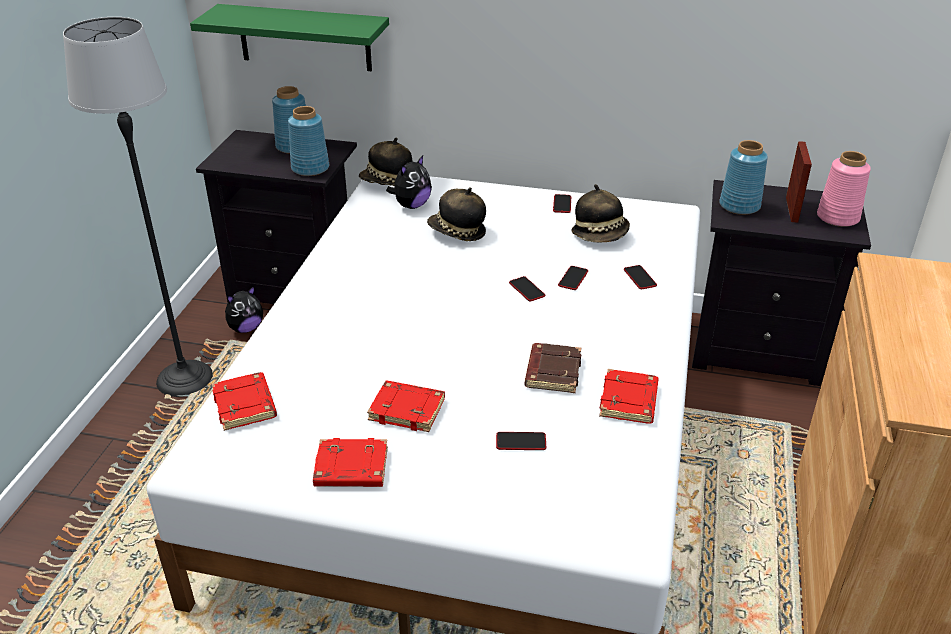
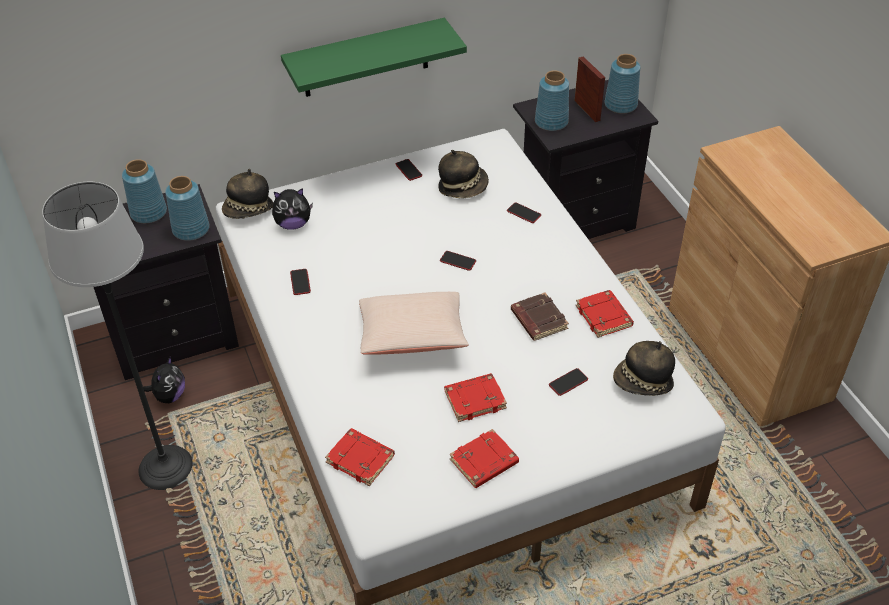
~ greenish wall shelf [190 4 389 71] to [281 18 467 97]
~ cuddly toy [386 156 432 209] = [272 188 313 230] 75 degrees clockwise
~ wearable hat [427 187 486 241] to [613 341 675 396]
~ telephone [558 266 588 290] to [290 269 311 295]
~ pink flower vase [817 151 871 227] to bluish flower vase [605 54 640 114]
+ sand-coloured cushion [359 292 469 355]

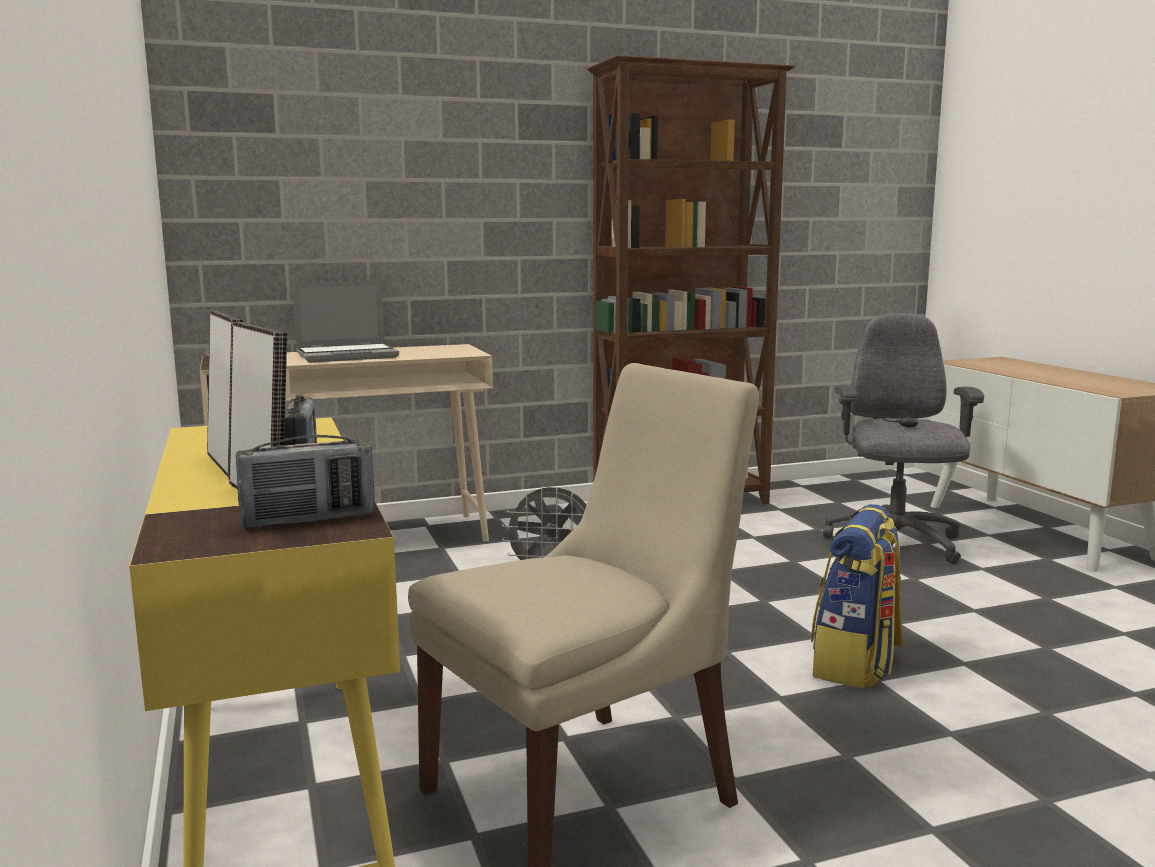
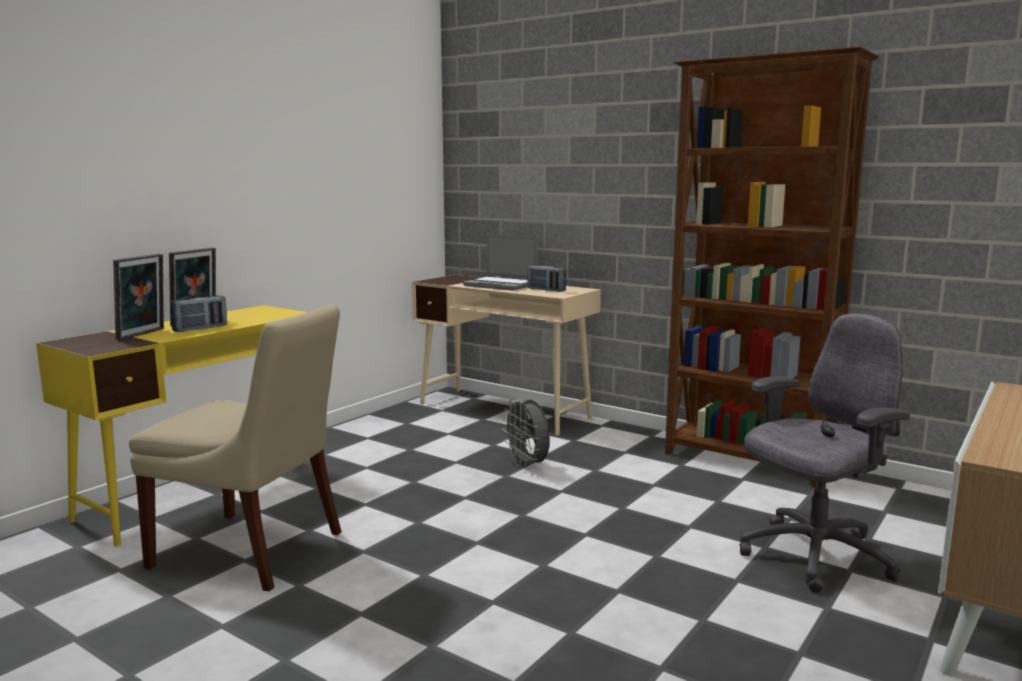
~ radio [236 435 374 528] to [527 263 567 292]
- backpack [811 504 903 689]

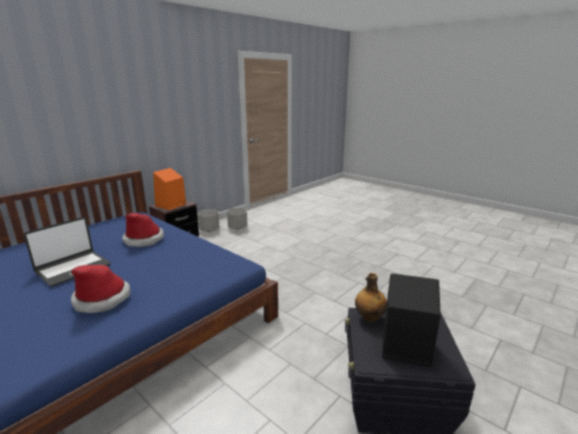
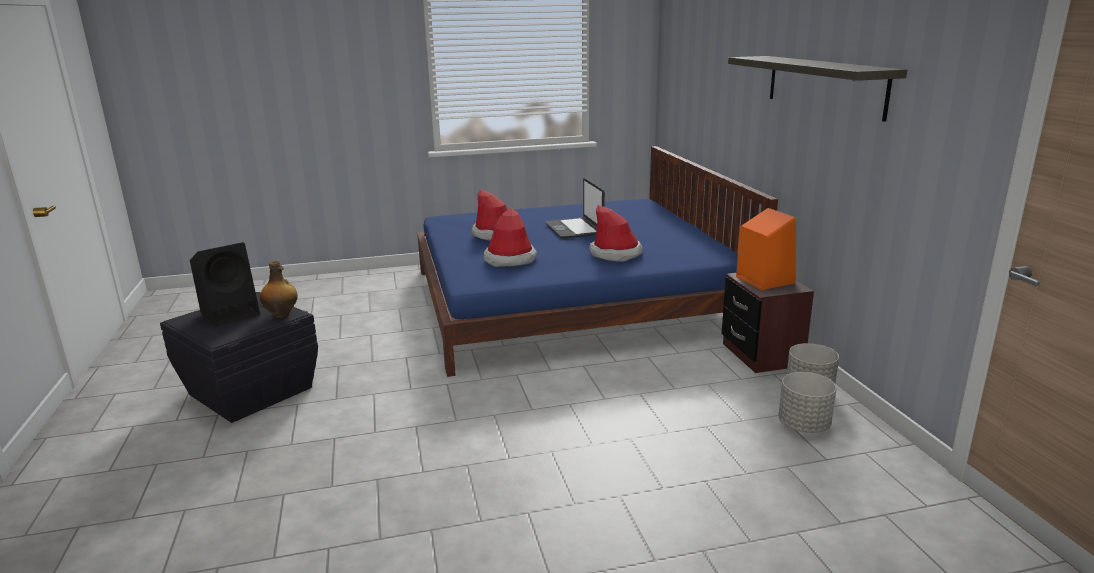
+ wearable hat [484 208 537 267]
+ wall shelf [728 56 907 122]

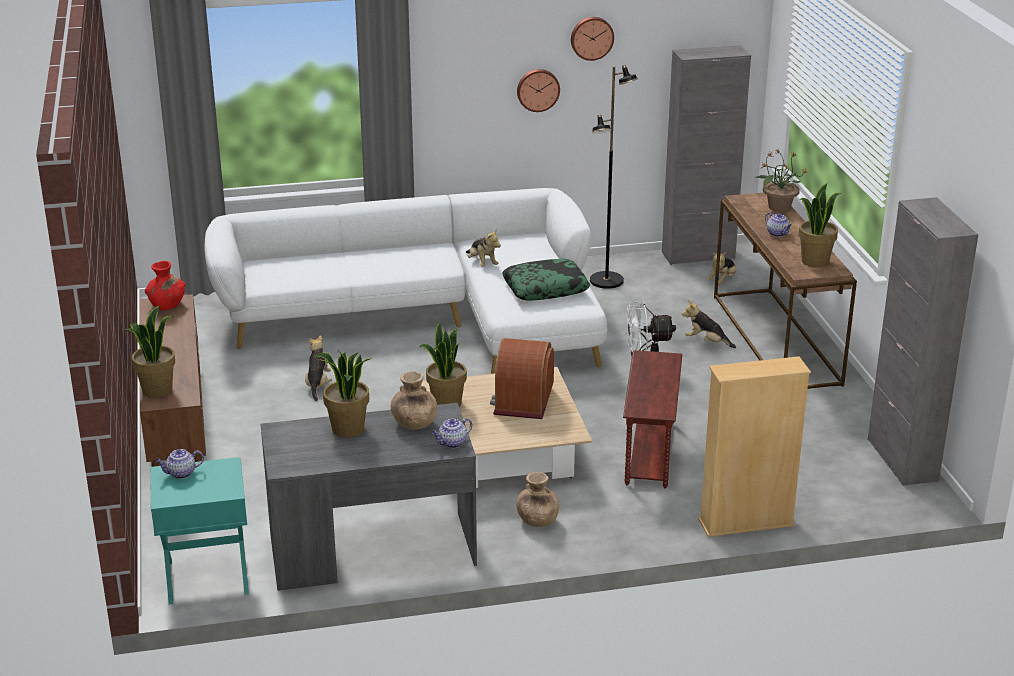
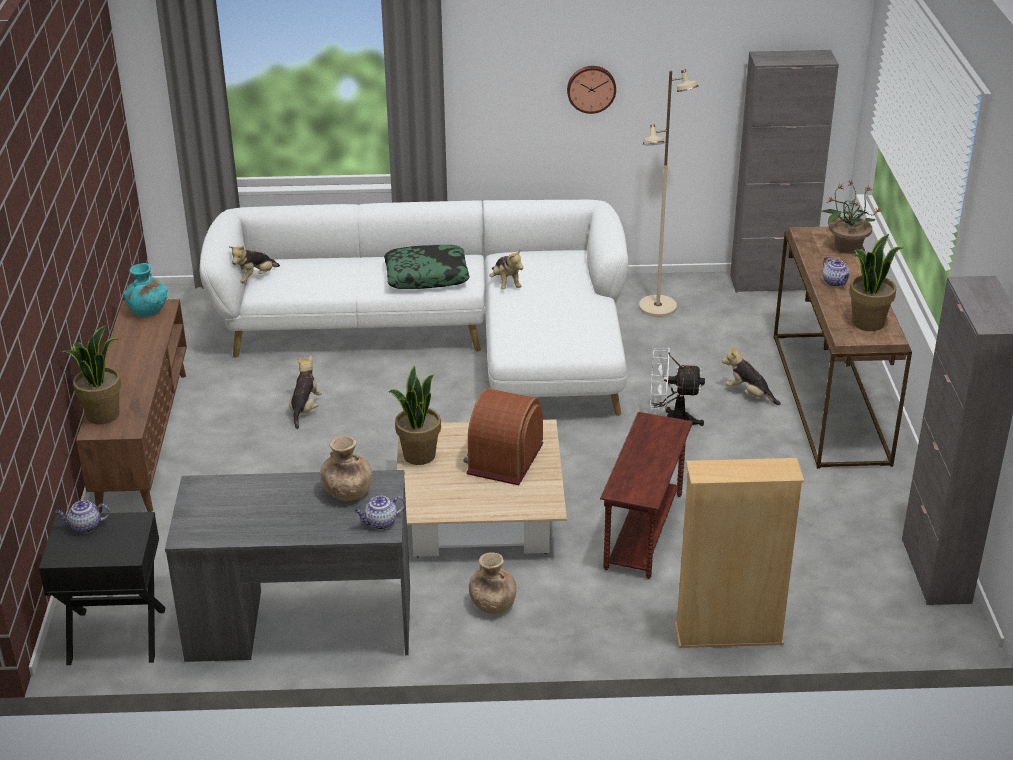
~ red flower vase [145 261 186 310] to turquoise flower vase [123 263 168 317]
~ turquoise nightstand [150 457 249 604] to black nightstand [39 512 166 665]
- potted plant [315 351 370 438]
~ cushion [502 259 590 301] to [384 245 470 289]
- wall clock [571 17 614 61]
~ black standard lamp [590 65 638 289] to sand-coloured standard lamp [639 69 698 317]
~ cuddly toy [707 252 737 284] to [229 246 280 283]

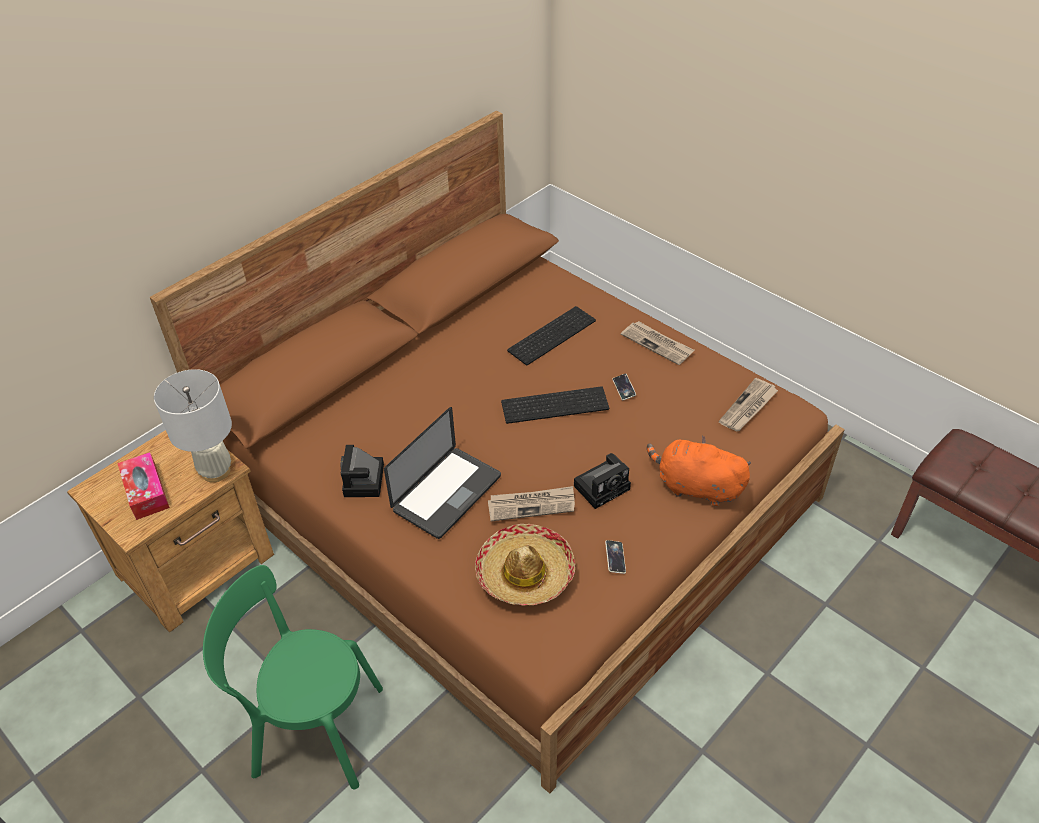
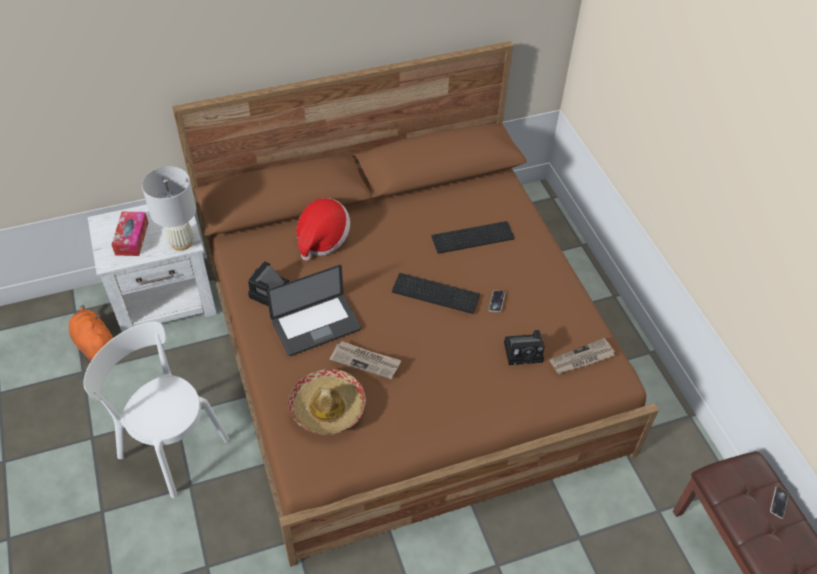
~ brownish nightstand [67 430 274 633] to white nightstand [88 204 217 332]
~ greenish plain chair [203 565 383 790] to white plain chair [83 321 230 498]
~ still camera [574 453 631 509] to [504 330 545 365]
~ telephone [605 540 626 574] to [770 487 789 519]
- newspaper [621 321 694 365]
~ orange cuddly toy [647 436 751 506] to [69 305 113 361]
+ wearable hat [296 198 350 261]

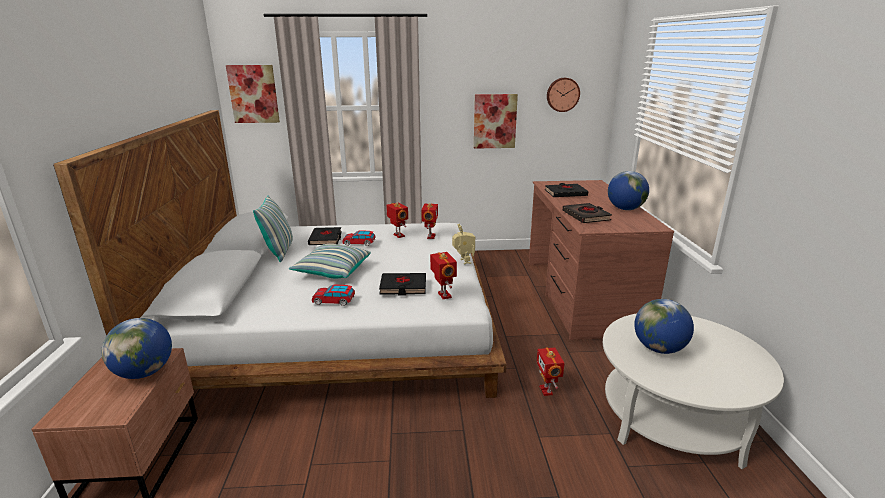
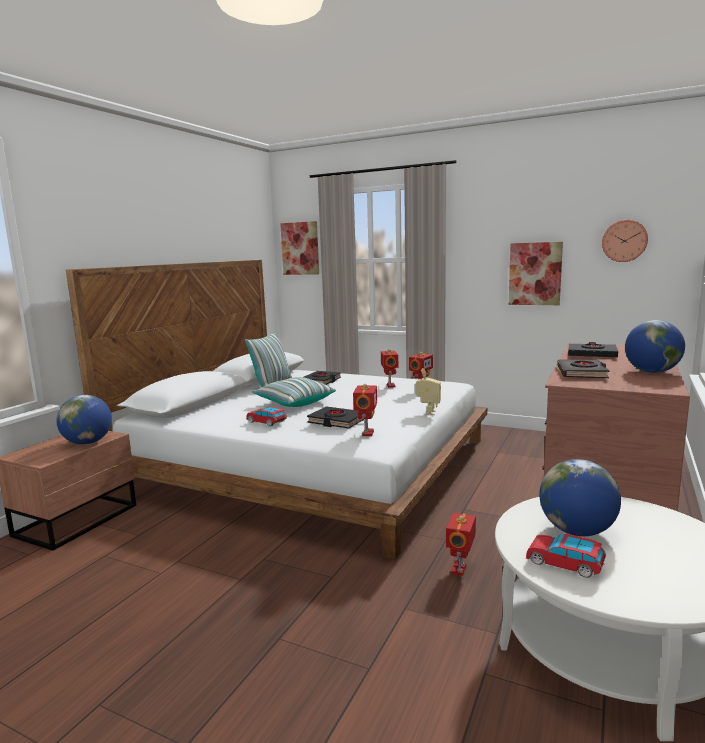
~ miniature car [343 231 376 246] to [526 534 606 578]

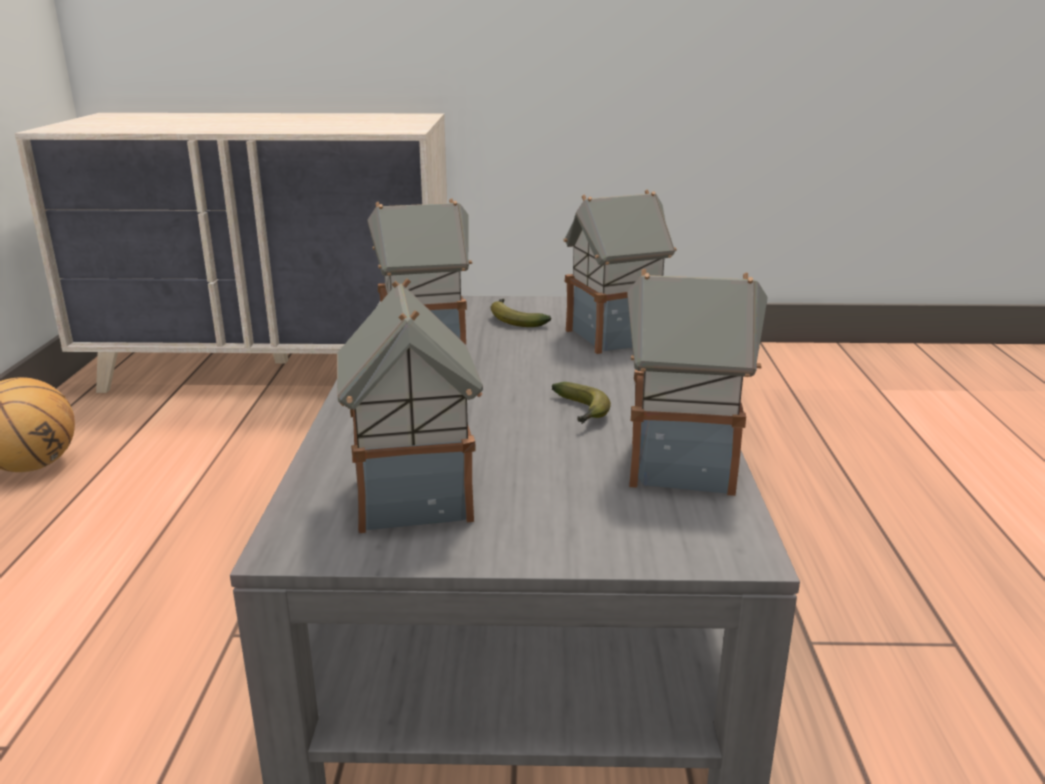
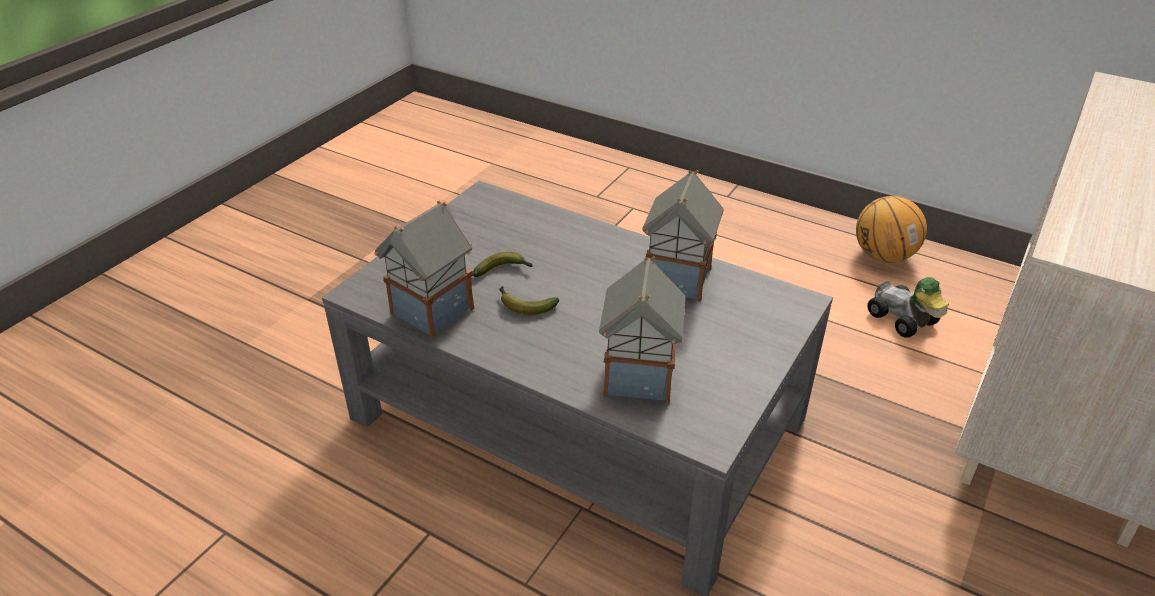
- miniature house [337 278 483 533]
~ whole banana [491 299 551 327] to [473 252 533 277]
+ miniature car [867 277 949 337]

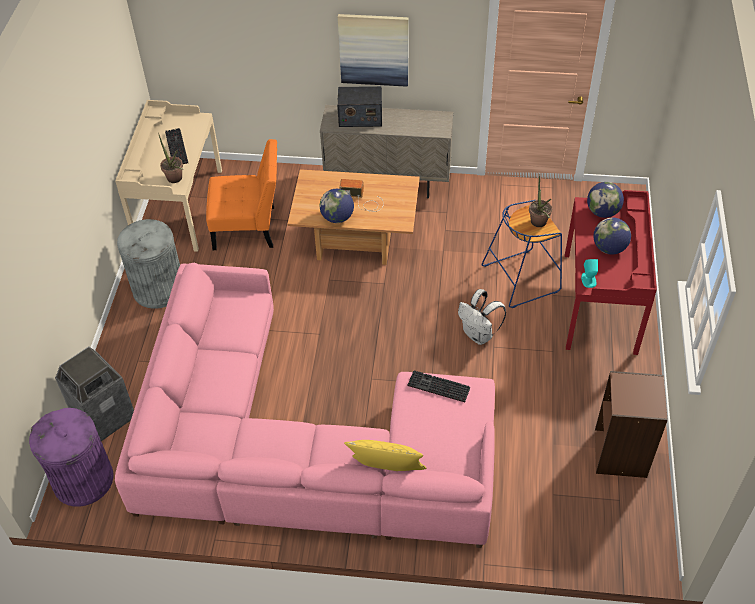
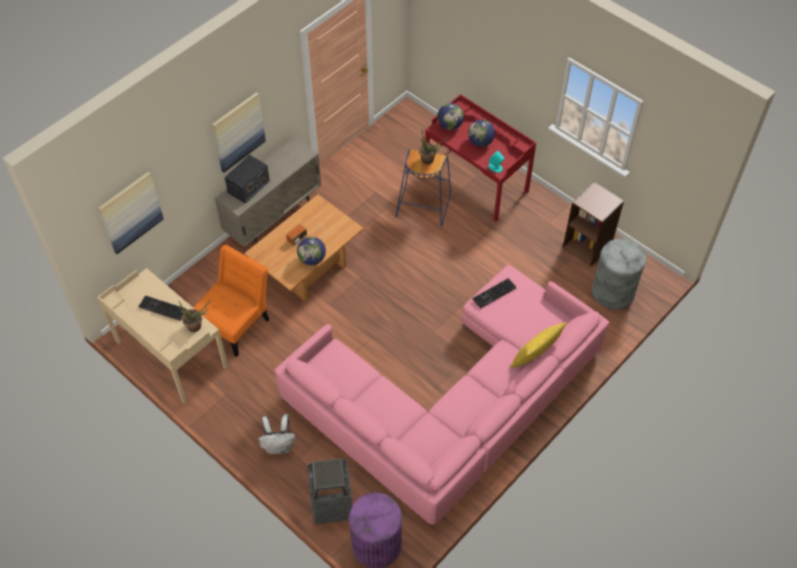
~ gray trash can [117 219 180 309] to [592 239 646 309]
~ white backpack [458 289 506 345] to [259 414 296 454]
+ wall picture [98 172 164 254]

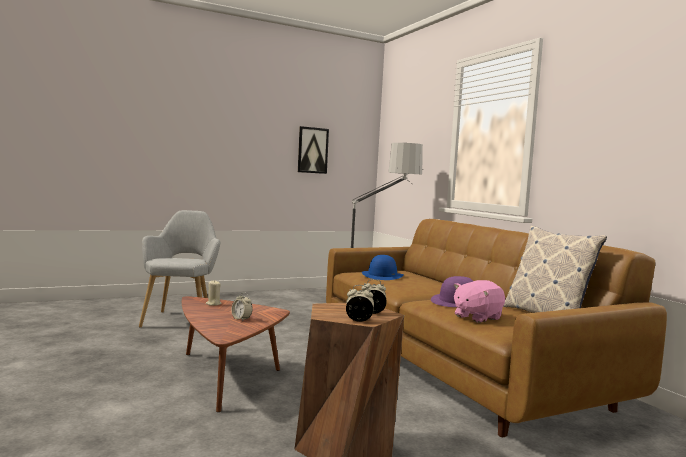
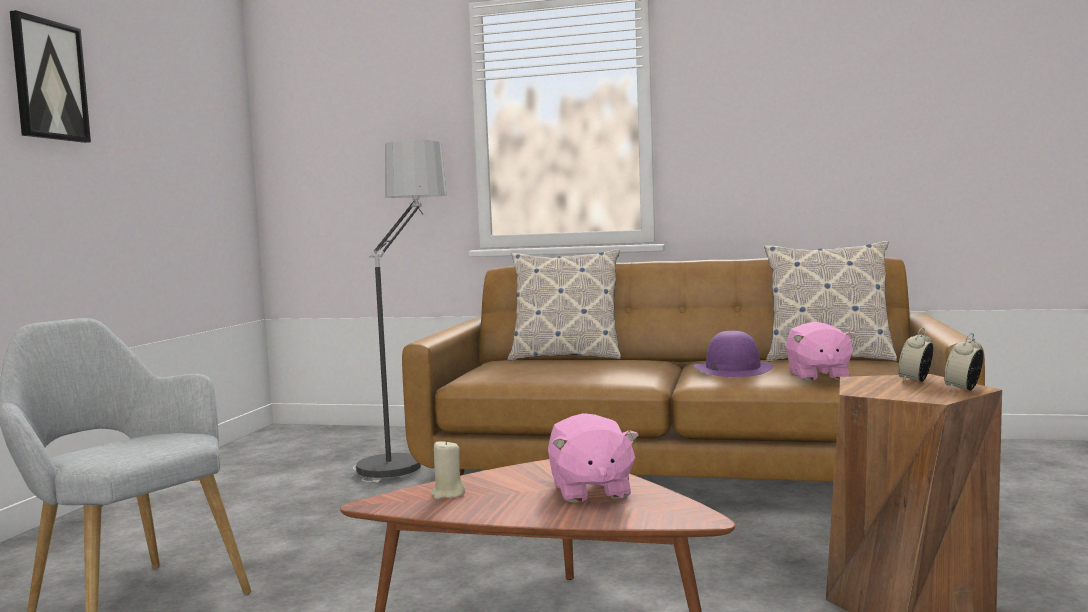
~ table clock [231 292 252 321] to pink cuddly toy [548 413 639 503]
~ wall picture [298 126 329 174] to [10 10 91 143]
- bluish wearable hat [362 255 404 280]
+ cushion [507 249 621 361]

